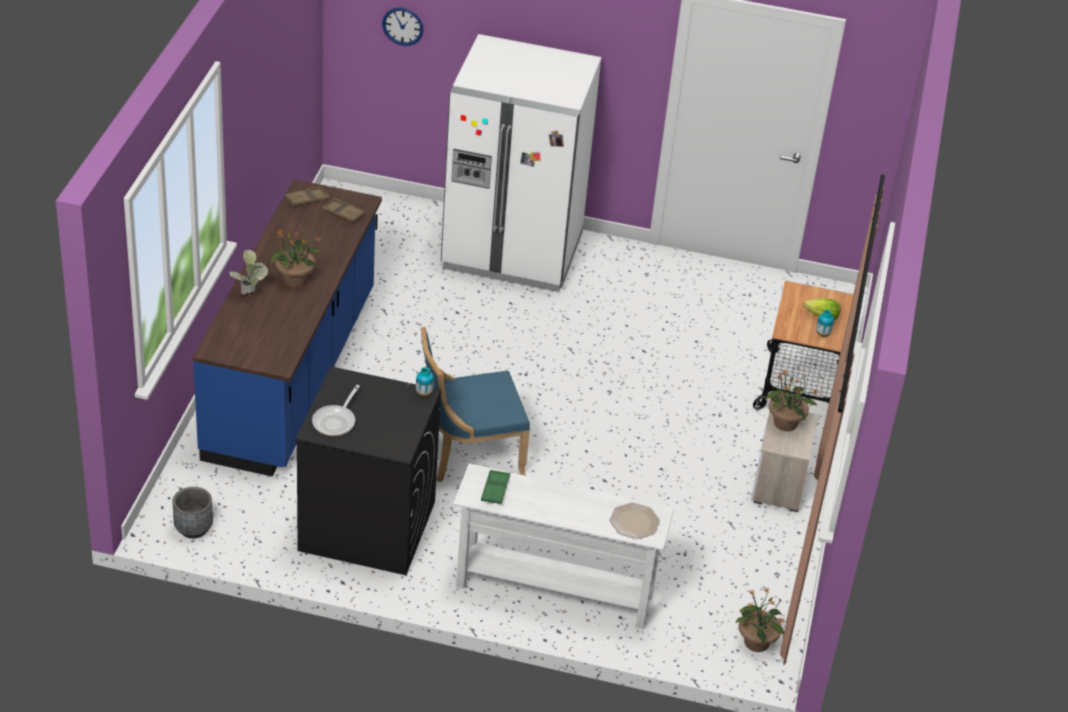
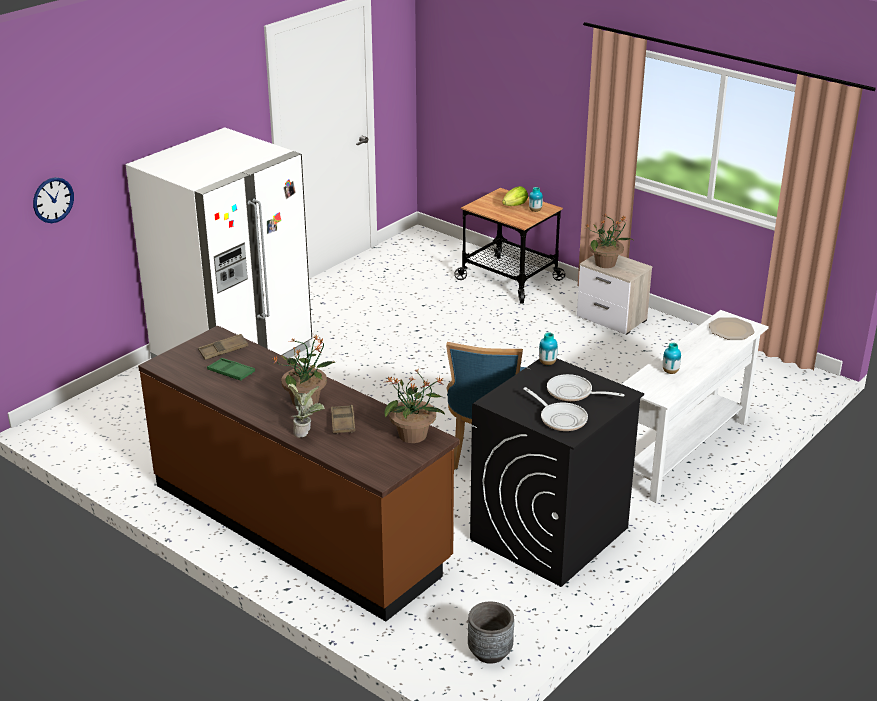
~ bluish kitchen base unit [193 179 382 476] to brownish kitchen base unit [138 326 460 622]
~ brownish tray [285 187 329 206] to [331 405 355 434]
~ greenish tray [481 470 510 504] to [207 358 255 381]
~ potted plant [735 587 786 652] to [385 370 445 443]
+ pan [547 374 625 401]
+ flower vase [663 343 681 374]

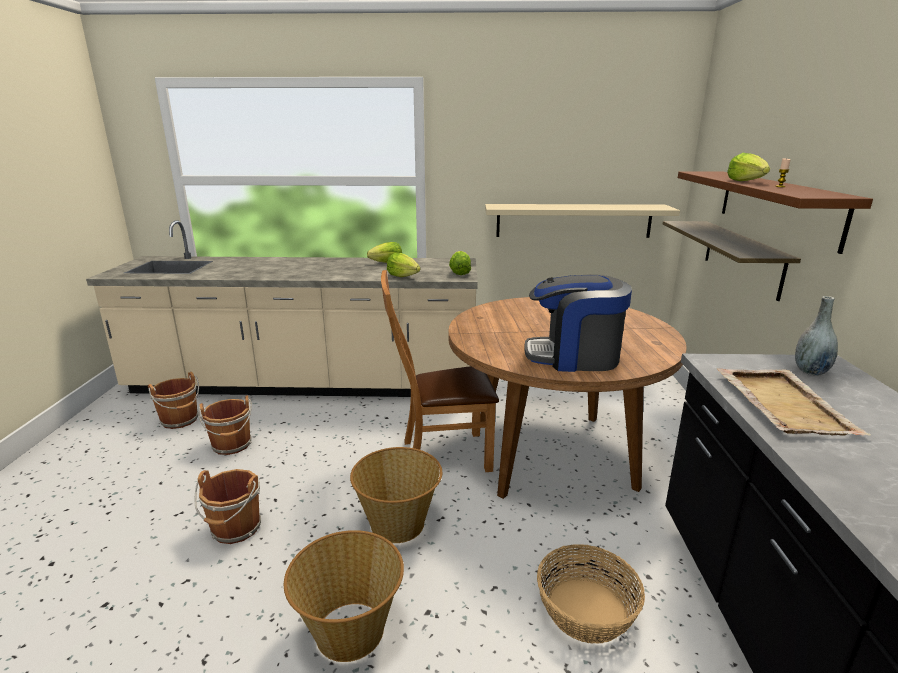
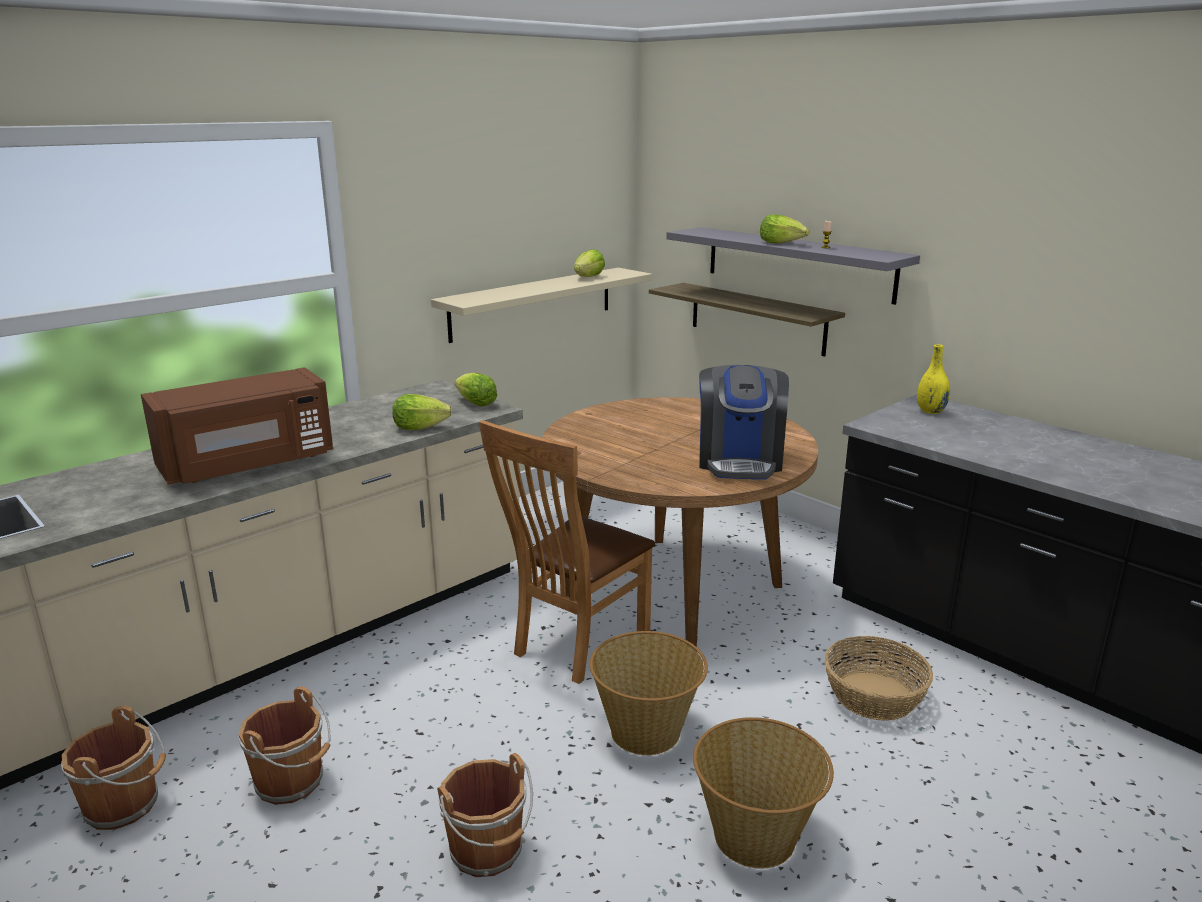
~ lettuce head [367 242 402 263] to [574 249 605 277]
~ coffee maker [524 274 632 372] = [699 365 789 480] 45 degrees counterclockwise
~ brownish wall shelf [678 172 873 254] to gray wall shelf [666 227 920 305]
- sand-coloured tray [717 368 871 436]
~ gray flower vase [795 296 838 376] to yellow flower vase [917 344 950 414]
+ brownish kitchen microwave [141 367 333 485]

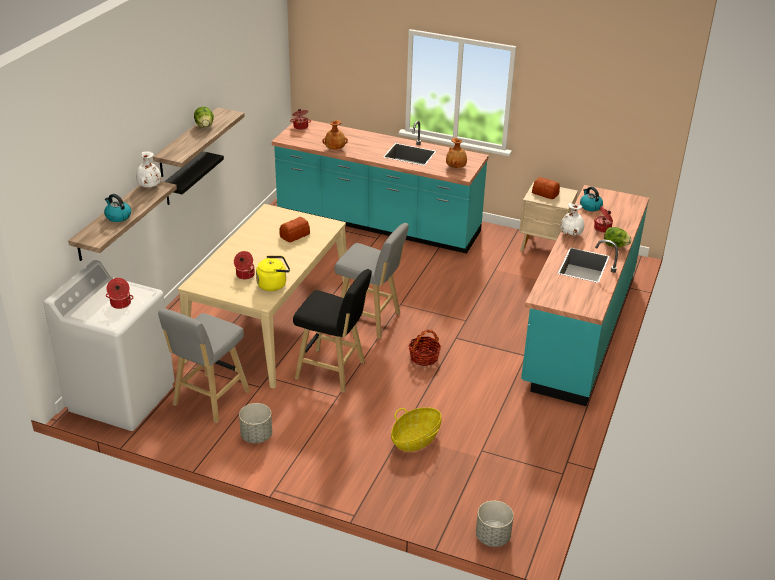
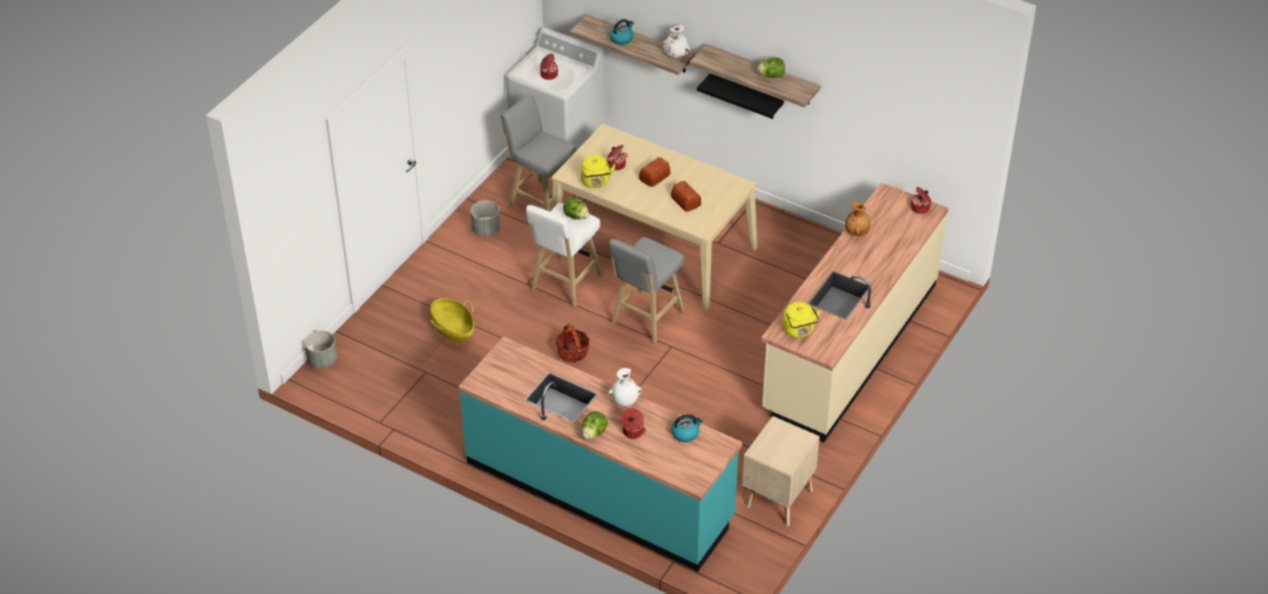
~ turquoise kitchen base unit [272 120 489 254] to sand-coloured kitchen base unit [761 183 948 442]
~ black stool seat [293 269 372 393] to white stool seat [526 203 603 307]
~ brownish flower vase [446 137 467 168] to yellow kettle [783 302 820 338]
~ bakery bread [532 177 560 199] to [639 157 670 187]
+ lettuce head [563 197 589 220]

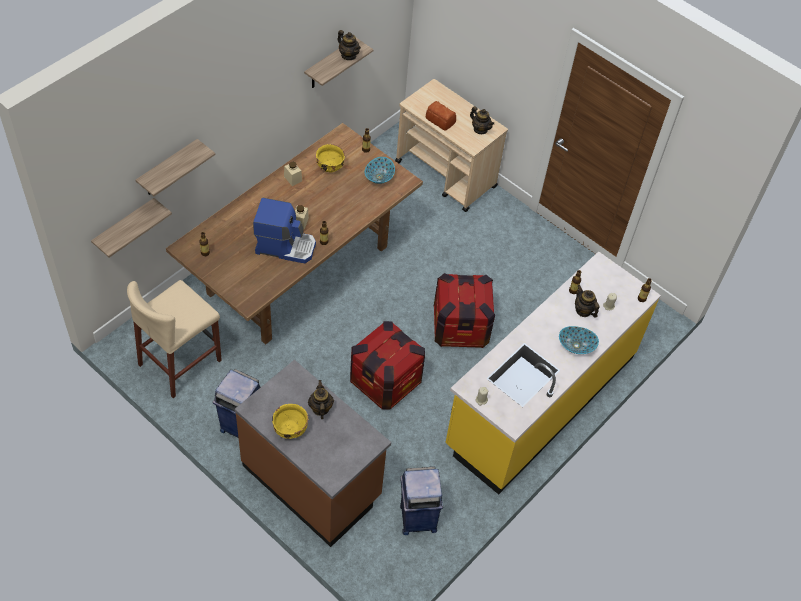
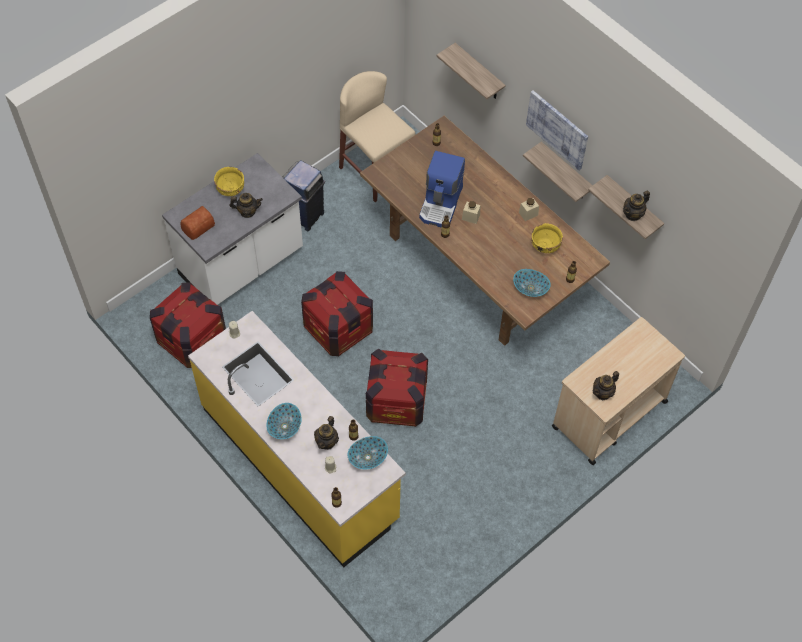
~ wall shelf [91 198 172 257] to [523 142 593 202]
~ brownish kitchen base unit [235 360 391 547] to white kitchen base unit [162 153 303 305]
~ bluish trash can [400 466 443 535] to packing crate [150 282 226 368]
~ bakery bread [426 101 456 130] to [180 206 215 240]
~ teapot [575 285 600 318] = [314 416 339 450] 135 degrees clockwise
+ bowl [348 436 388 469]
+ wall picture [526 90 588 170]

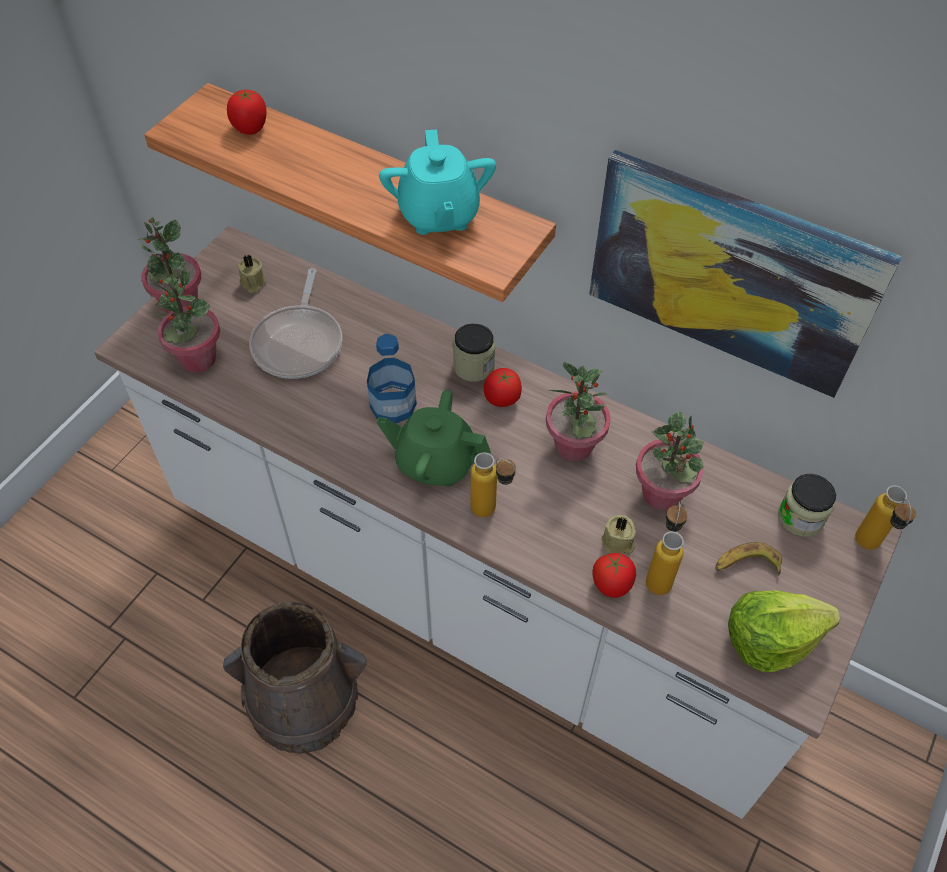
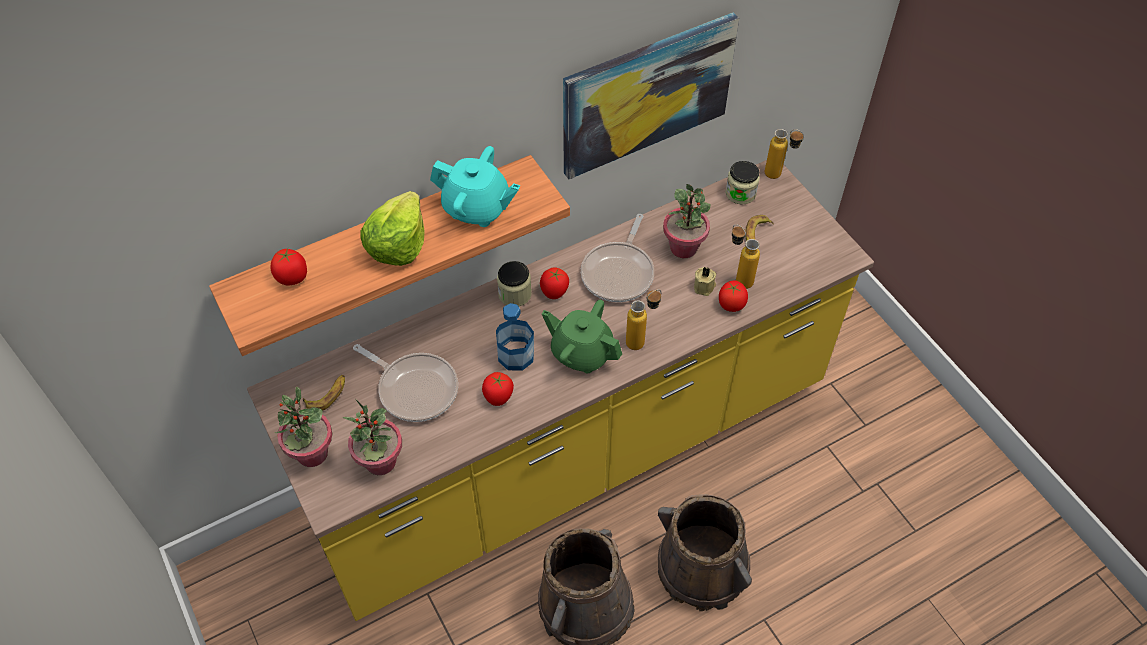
~ white kitchen base unit [94 226 902 819] to yellow kitchen base unit [247 160 874 621]
~ sand-coloured candle [238 255 267 293] to whole banana [303 375 345 411]
~ greenish teapot [377 389 491 487] = [542 300 622 373] 75 degrees clockwise
~ potted plant [546 362 611 461] to pan [581 214 654 302]
~ lettuce head [728 590 840 672] to [361 191 425 266]
+ fresh tomato [482 372 514 406]
+ brownish bucket [658 494 752 611]

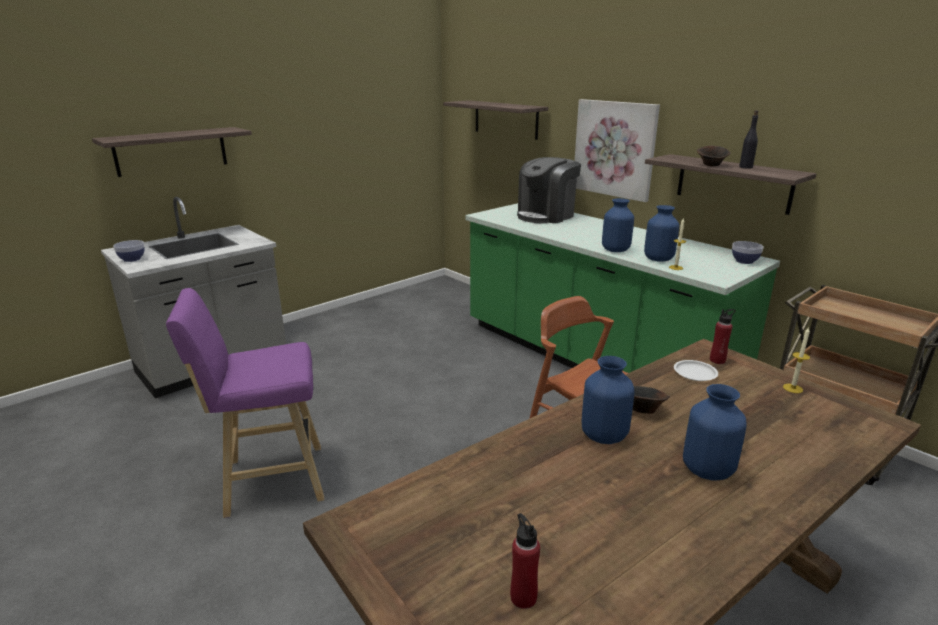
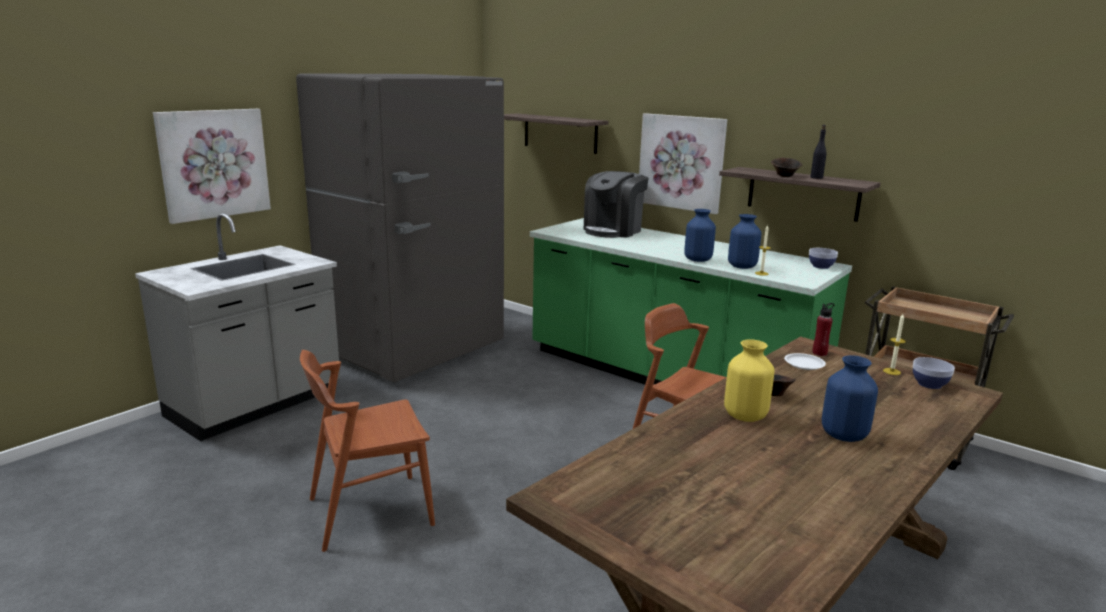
~ wall shelf [92 127 252 177] to wall picture [153 109 271 224]
~ bowl [113 240 144 262] to [913 357 955 389]
~ purplish stool seat [166 288 324 518] to brownish plain chair [300 350 435 552]
- red beverage bottle [510 513 540 609]
~ bluish flower vase [582 356 634 444] to yellow flower vase [724 339 775 422]
+ gray refrigerator [296 73 504 382]

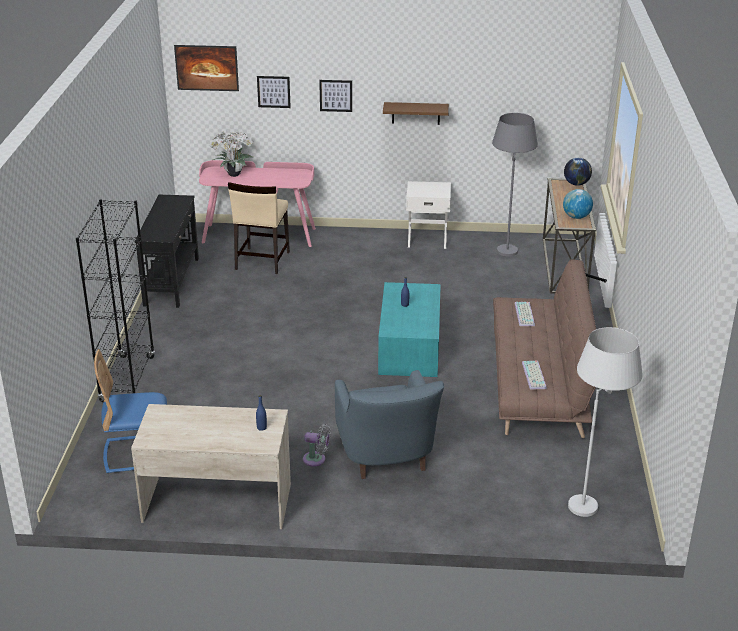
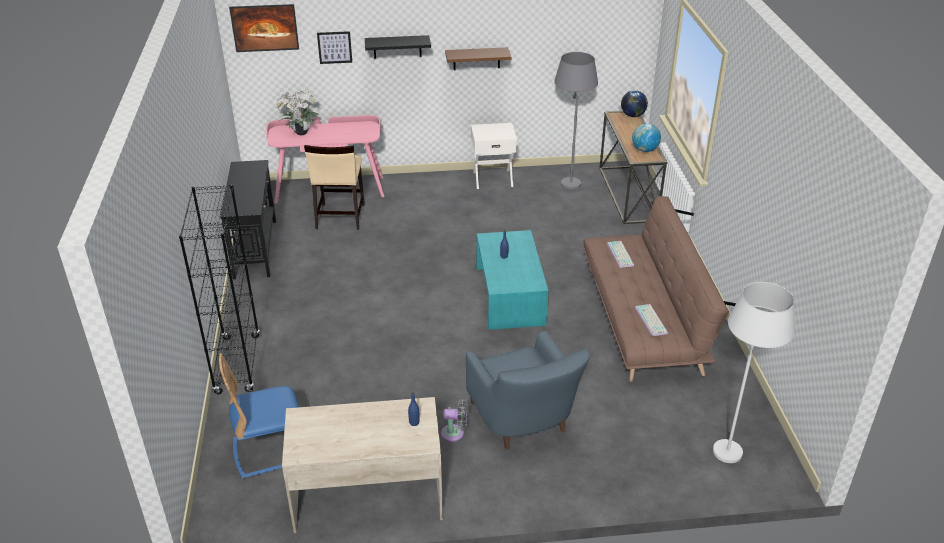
~ wall picture [319 80 352 112] to black wall shelf [365 35 431 59]

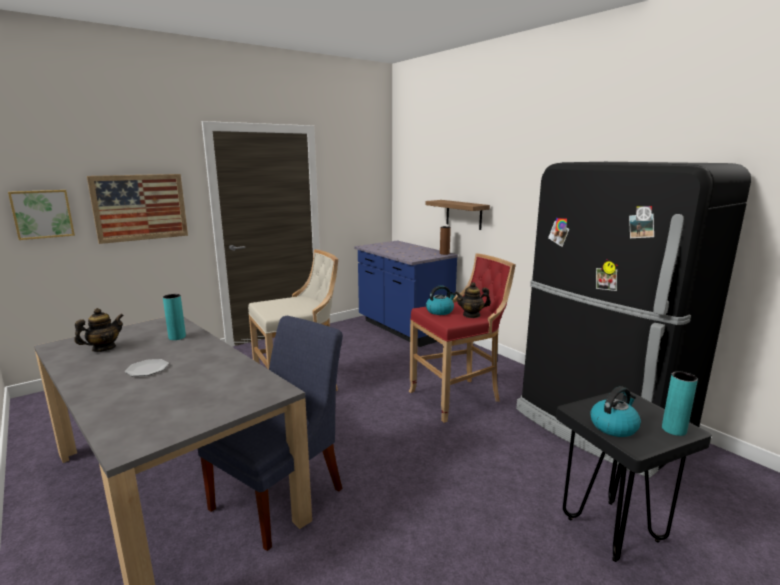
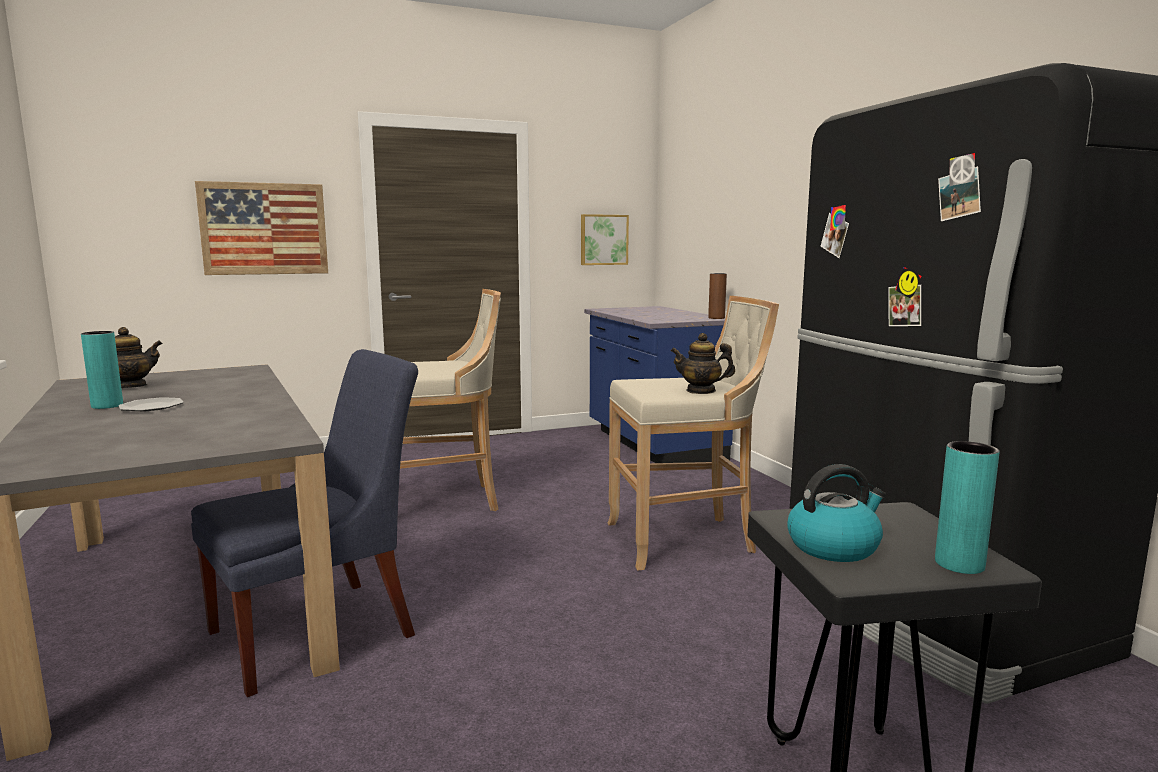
~ wall picture [8 190 75 240] to [581 214 629 265]
~ turquoise flower vase [163 294 186 340] to [81 331 123 409]
~ red stool seat [409 253 516 423] to sand-coloured stool seat [608 296 779 570]
- wall shelf [425 200 490 230]
- kettle [426 286 456 315]

